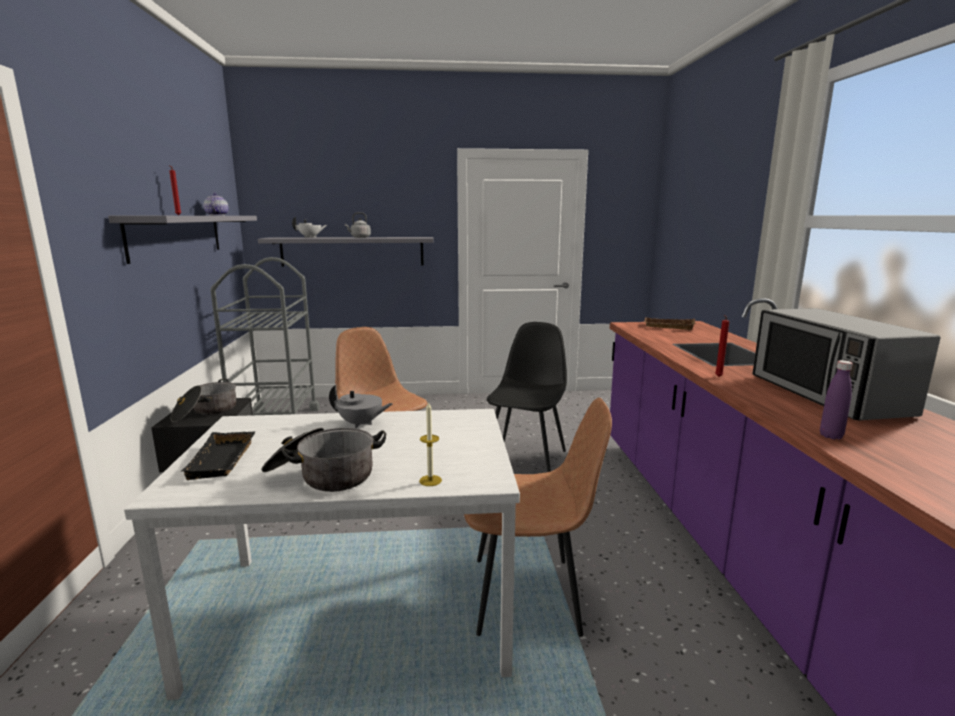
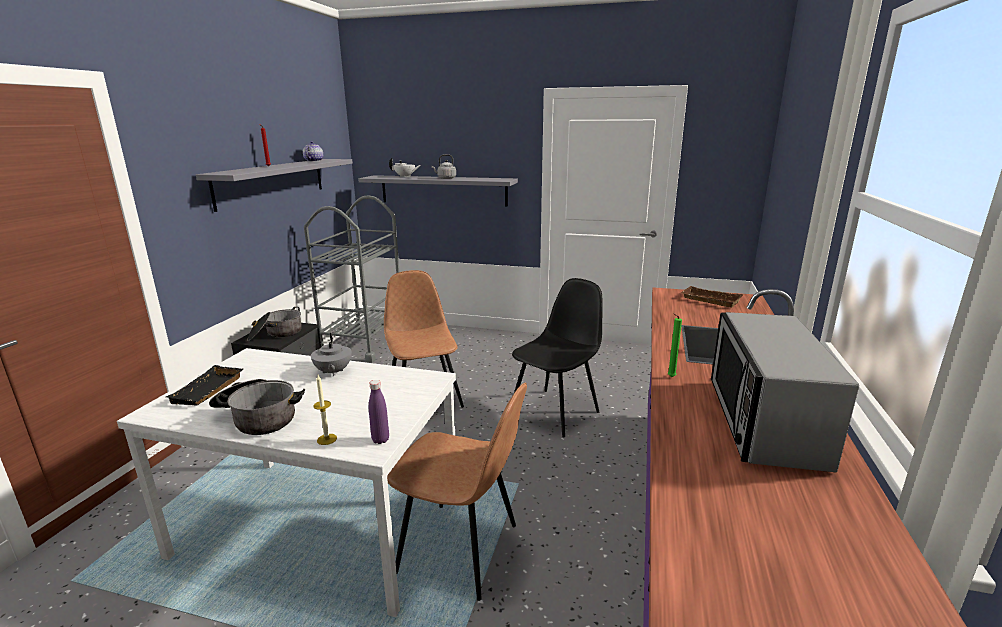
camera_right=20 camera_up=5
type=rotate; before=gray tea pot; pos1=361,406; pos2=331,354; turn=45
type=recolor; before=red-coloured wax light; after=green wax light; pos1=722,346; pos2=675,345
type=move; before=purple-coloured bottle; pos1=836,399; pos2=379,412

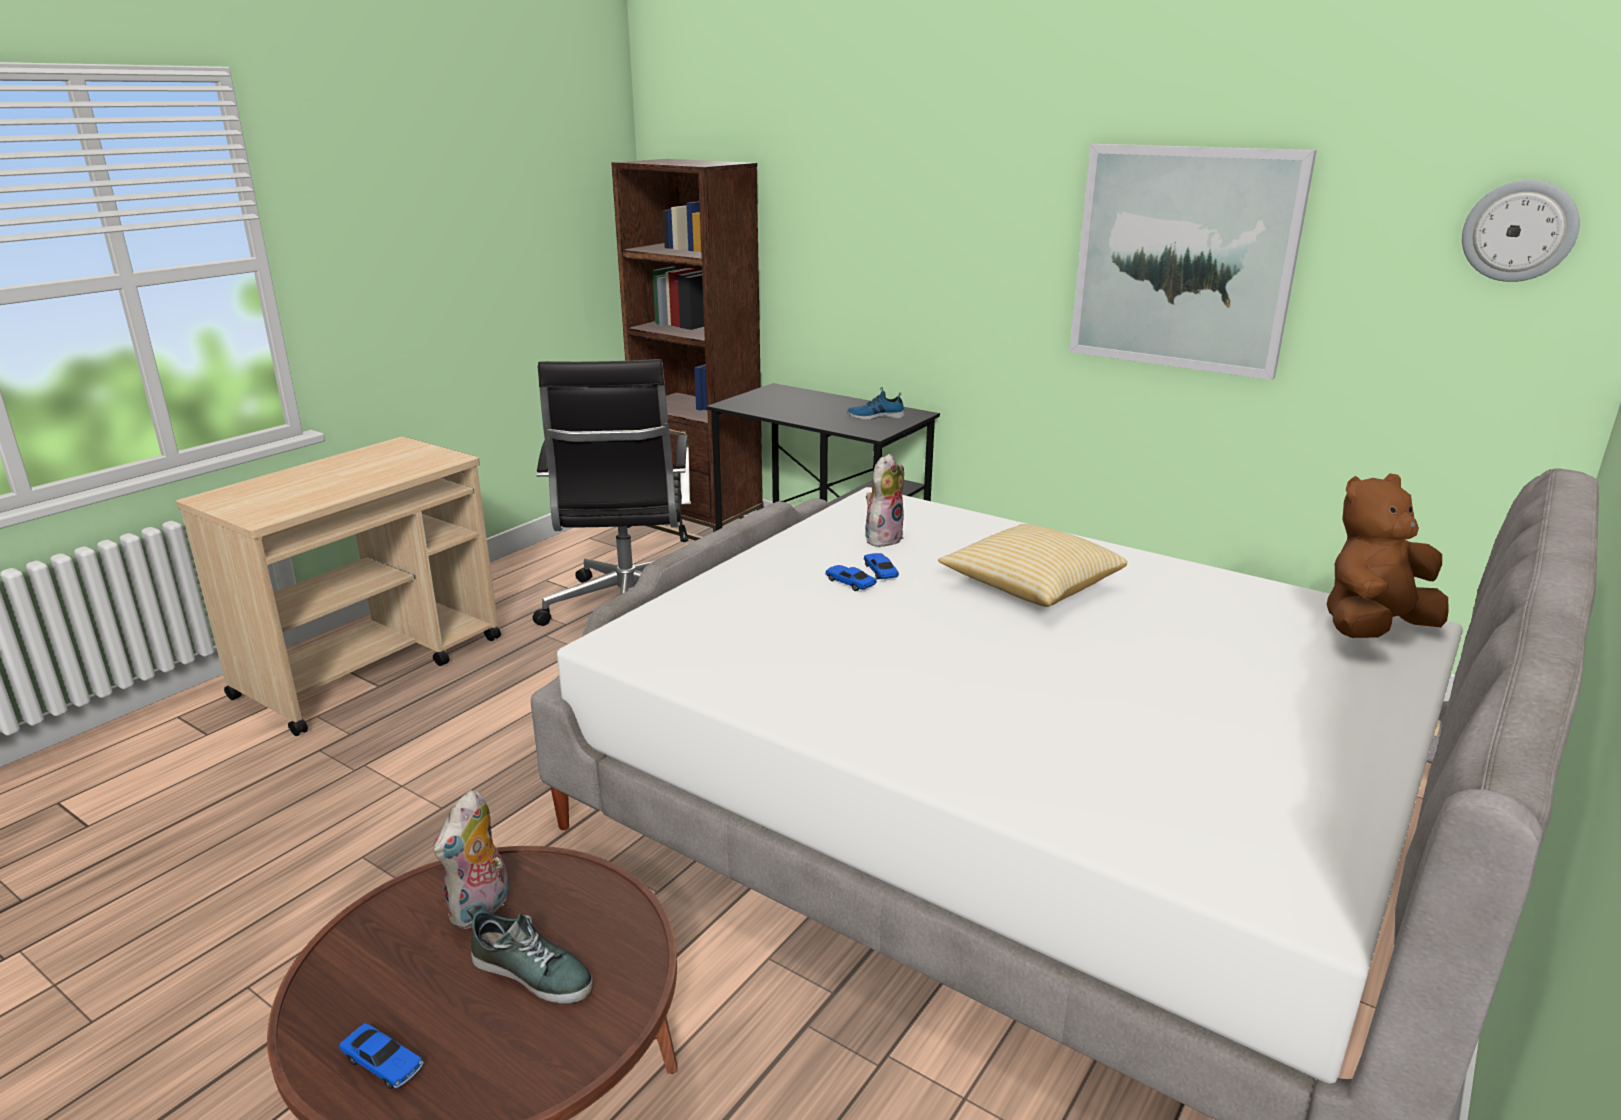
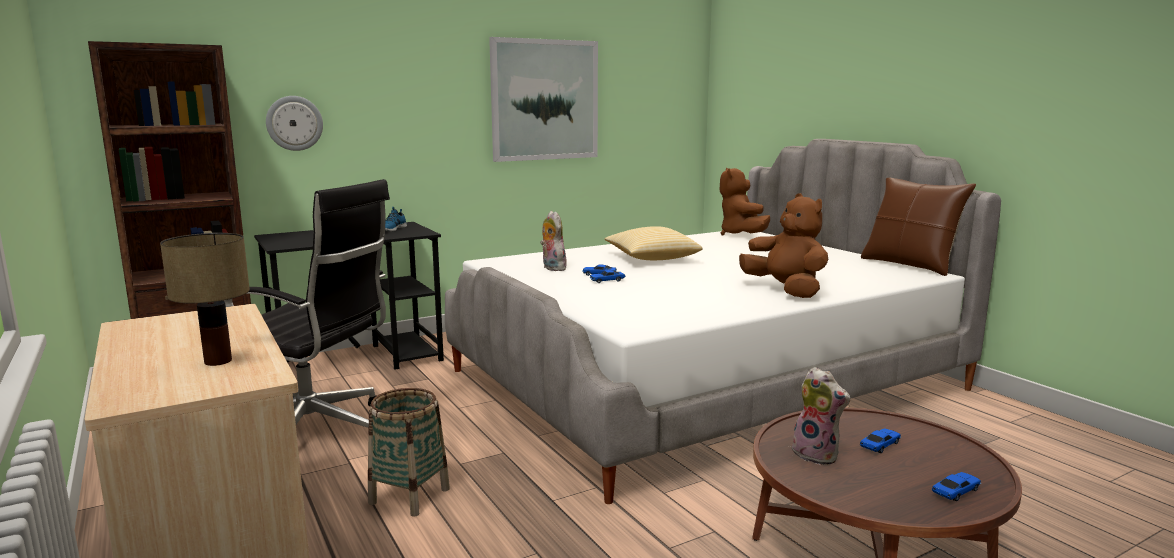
camera_right=-65 camera_up=-10
type=replace; before=item of footwear; after=miniature car; pos1=530,955; pos2=880,440
type=move; before=clock on the wall; pos1=1521,231; pos2=294,123
type=insert; after=tabletop lamp; pos2=205,299
type=insert; after=storage basket; pos2=409,452
type=insert; after=brownish plush toy; pos2=783,245
type=insert; after=brownish throw pillow; pos2=918,227

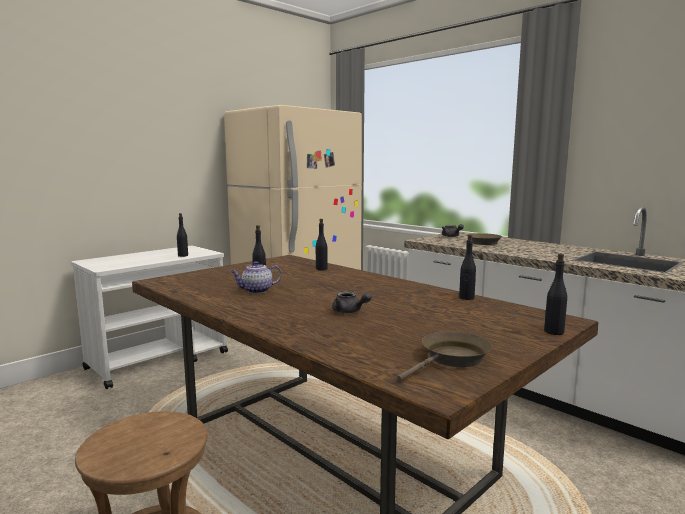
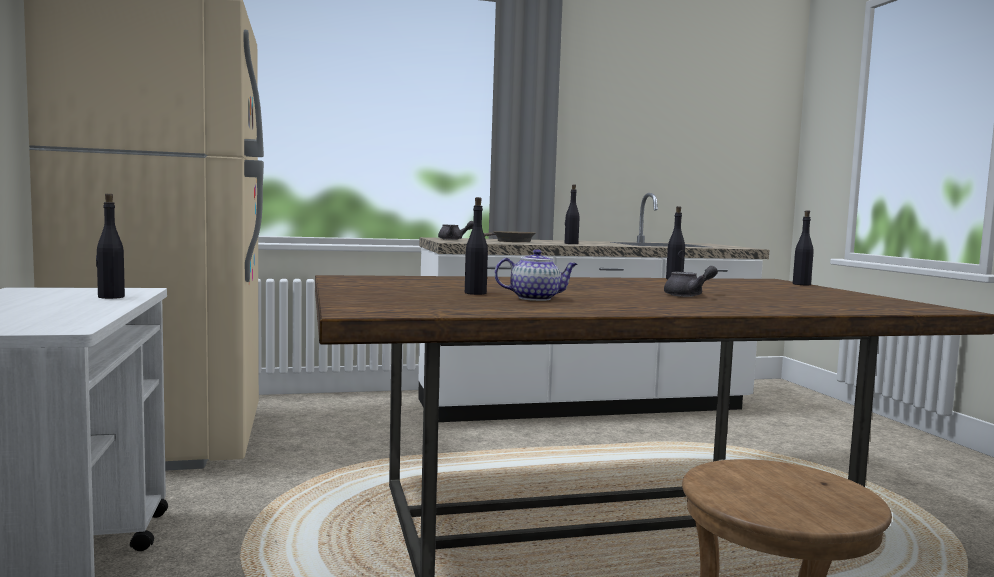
camera_right=-60 camera_up=-5
type=rotate; before=tea pot; pos1=256,277; pos2=535,275; turn=-105
type=move; before=black-coloured bottle; pos1=322,245; pos2=572,214
type=delete; before=brownish skillet; pos1=444,356

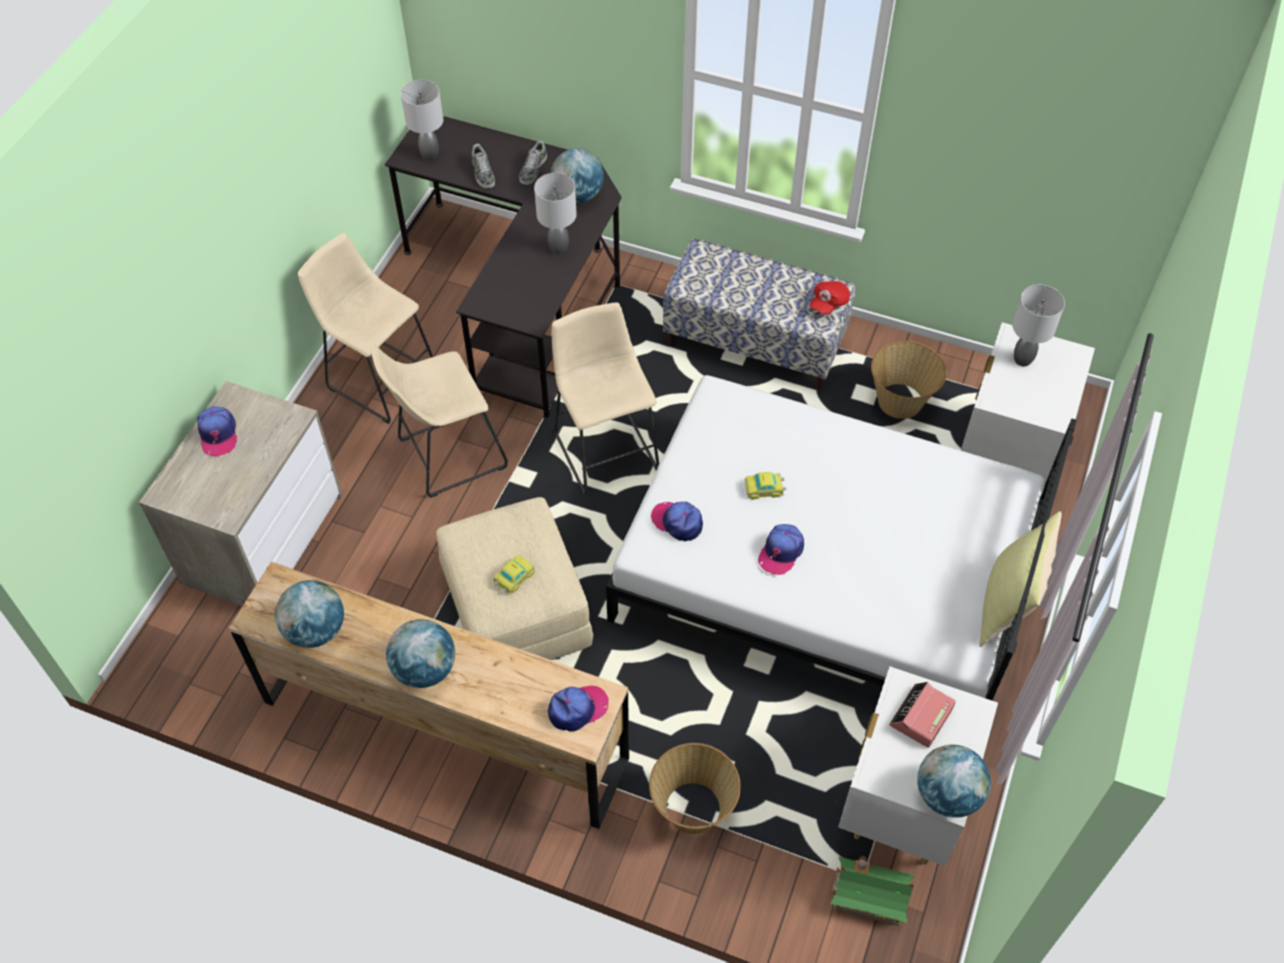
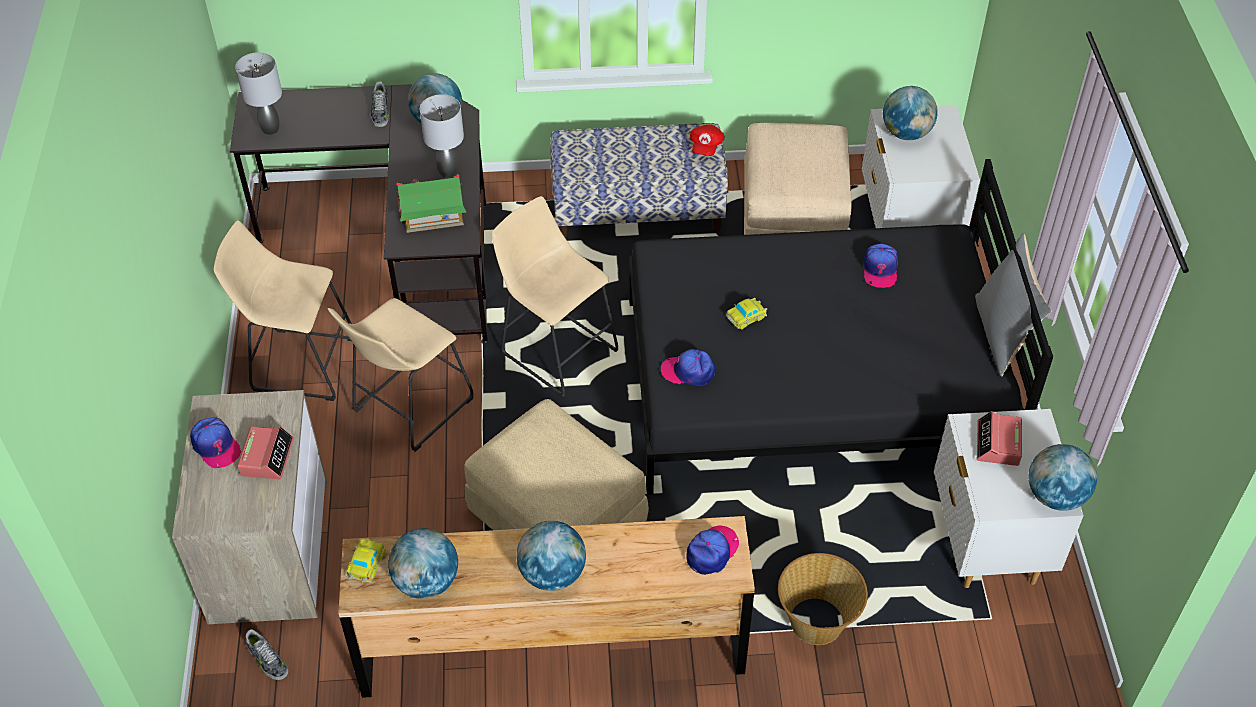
camera_right=-25 camera_up=-5
type=move; before=item of footwear; pos1=483,166; pos2=266,654
type=move; before=miniature car; pos1=514,575; pos2=366,561
type=recolor; before=whitish sleeping bed; after=black-coloured sleeping bed; pos1=841,538; pos2=841,327
type=move; before=baseball cap; pos1=781,549; pos2=880,265
type=move; before=model house; pos1=872,891; pos2=431,203
type=replace; before=storage basket; after=beige-coloured ottoman; pos1=909,380; pos2=797,179
type=recolor; before=yellow-coloured throw pillow; after=gray throw pillow; pos1=1020,579; pos2=1013,304
type=replace; before=gray tabletop lamp; after=world globe; pos1=1039,325; pos2=910,113
type=insert; after=alarm clock; pos2=265,452

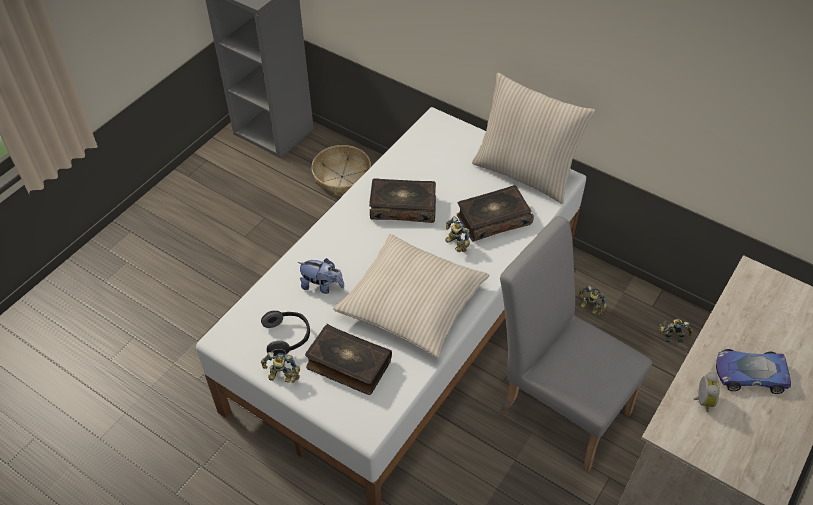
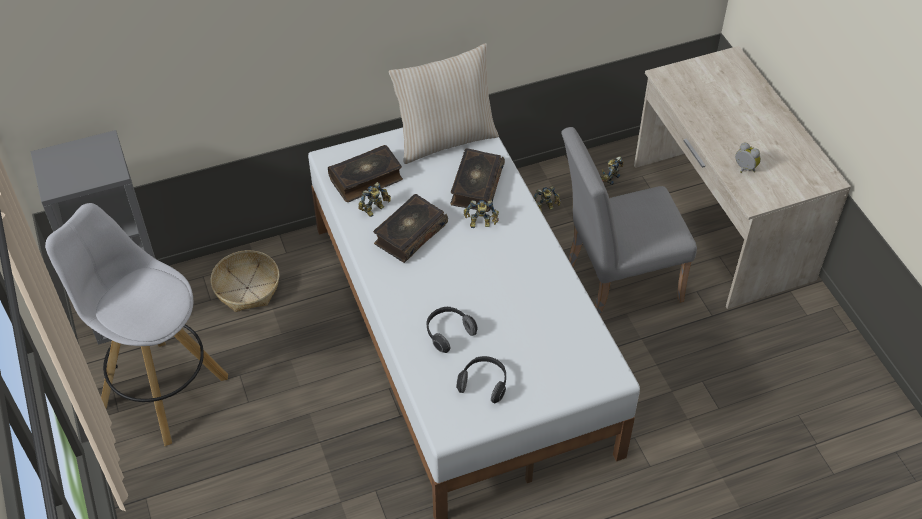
camera_right=-55 camera_up=0
type=move; before=model robot; pos1=280,367; pos2=374,199
type=replace; before=plush toy; after=headphones; pos1=320,276; pos2=452,330
type=move; before=book; pos1=348,359; pos2=365,173
type=delete; before=beige-coloured throw pillow; pos1=411,296
type=delete; before=miniature car; pos1=753,371
type=insert; after=whitish stool seat; pos2=136,324

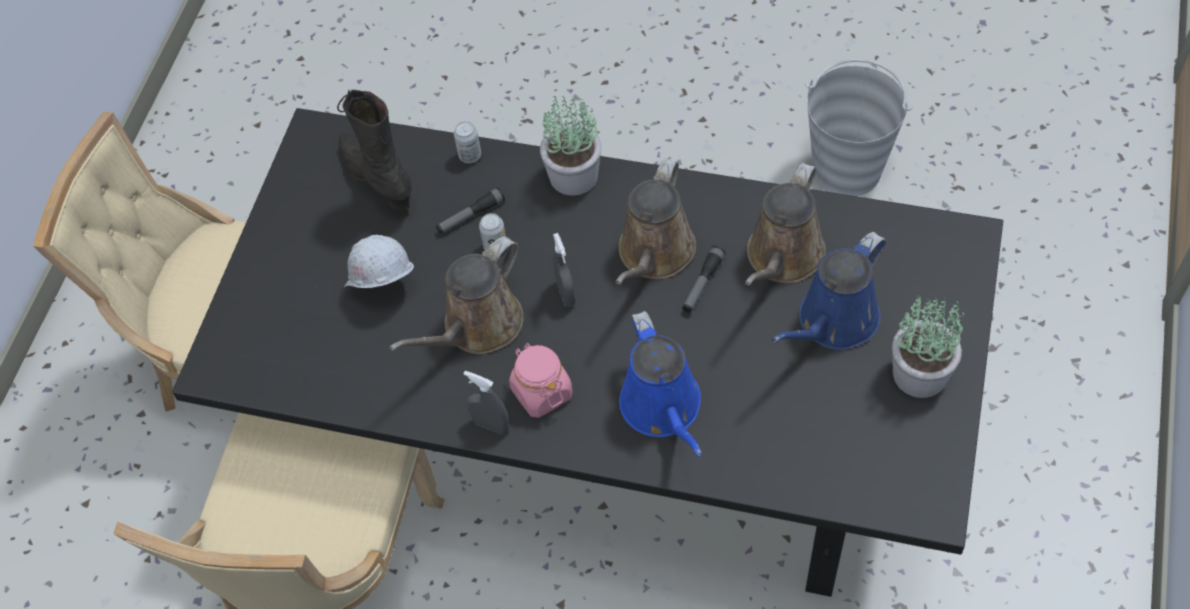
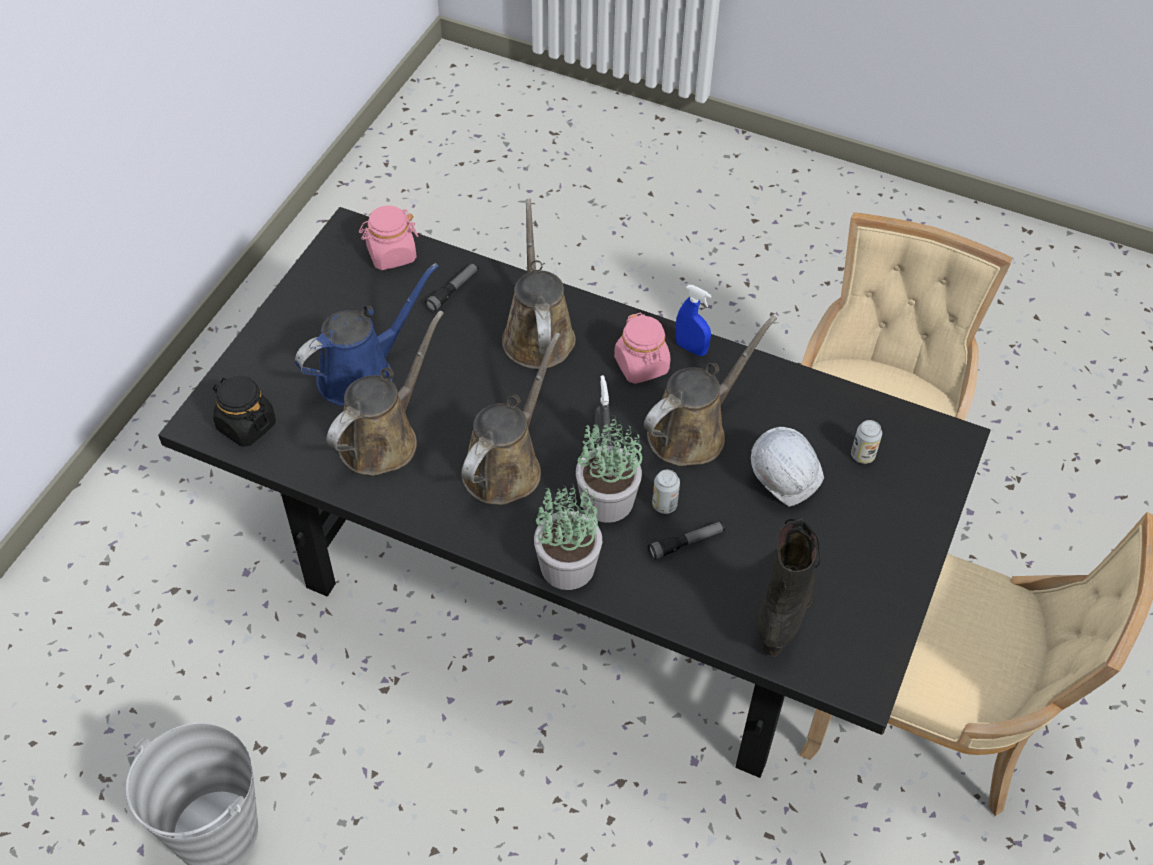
camera_right=-175 camera_up=-5
type=rotate; before=black-coloured boot; pos1=374,151; pos2=788,587; turn=-135
type=move; before=sealed can; pos1=467,142; pos2=866,442
type=recolor; before=gray hand sprayer; after=bluish hand sprayer; pos1=486,402; pos2=693,320
type=recolor; before=bluish sprinkling can; after=brownish sprinkling can; pos1=660,384; pos2=539,284
type=move; before=flashlight; pos1=704,279; pos2=451,287
type=move; before=houseplant; pos1=928,347; pos2=609,469
type=insert; after=black-coloured preserve jar; pos2=244,411
type=insert; after=pink preserve jar; pos2=388,237

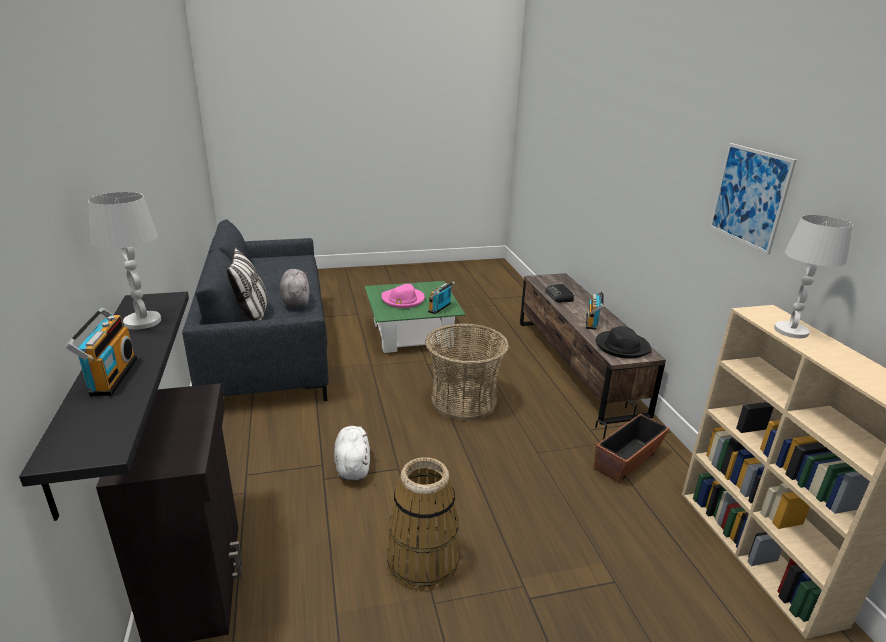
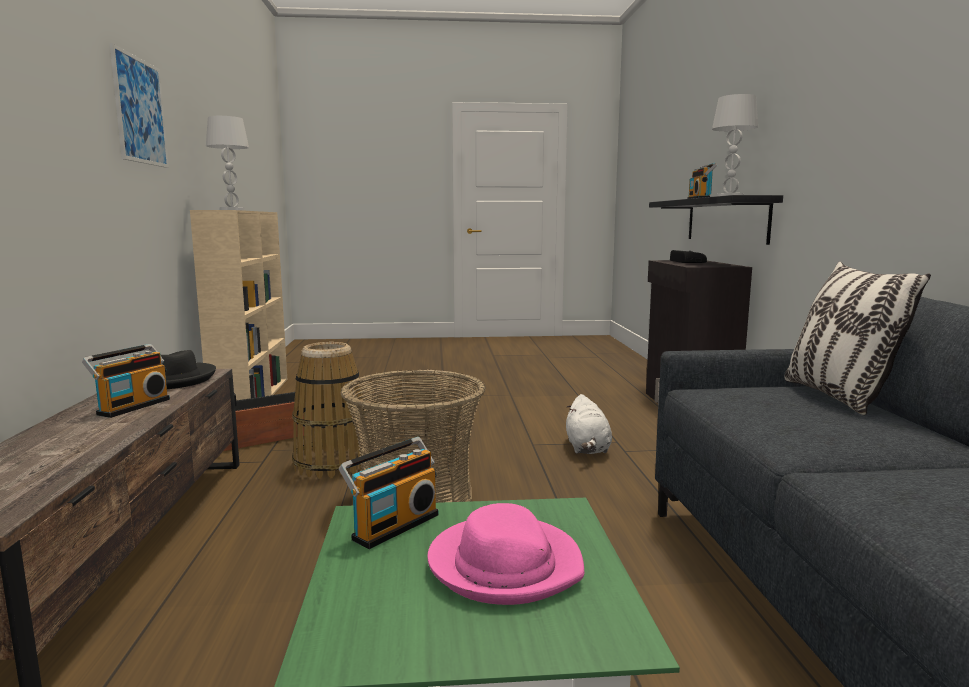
camera_right=-170 camera_up=-15
type=delete; before=gray plush toy; pos1=295,288
type=move; before=storage basket; pos1=423,524; pos2=331,410
type=move; before=radio; pos1=560,293; pos2=688,256

